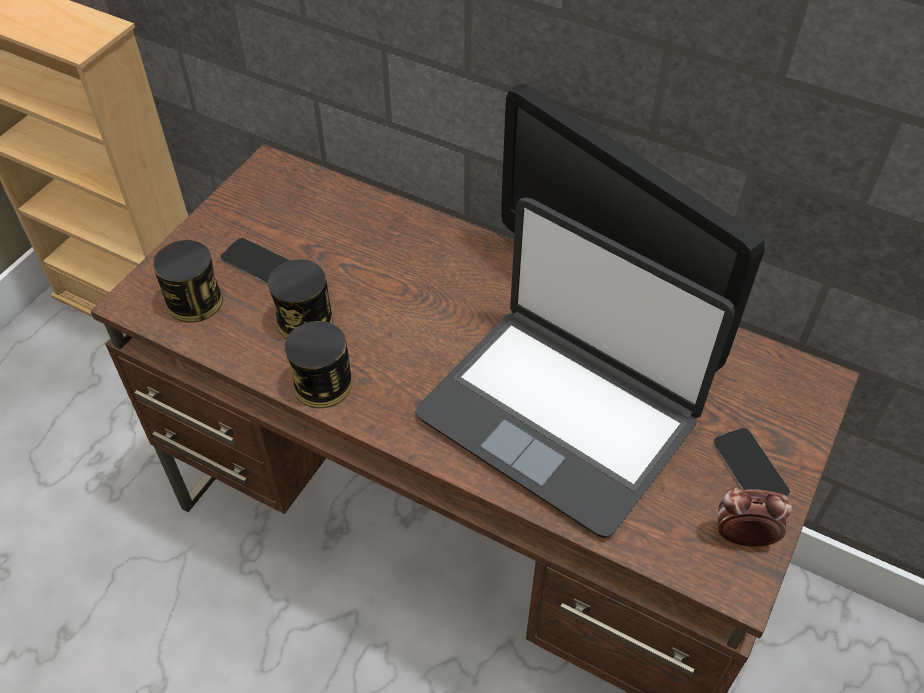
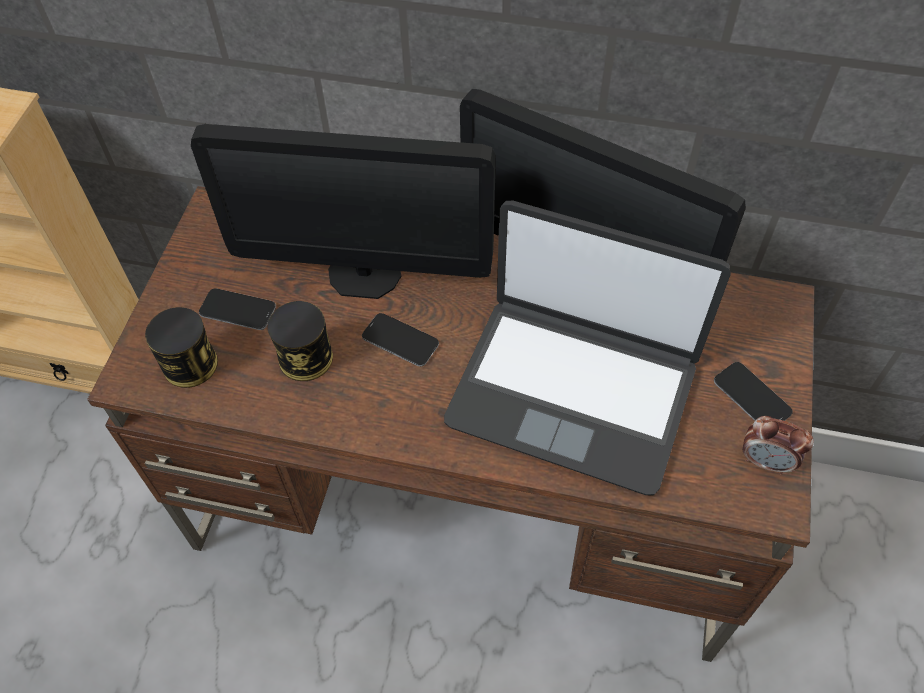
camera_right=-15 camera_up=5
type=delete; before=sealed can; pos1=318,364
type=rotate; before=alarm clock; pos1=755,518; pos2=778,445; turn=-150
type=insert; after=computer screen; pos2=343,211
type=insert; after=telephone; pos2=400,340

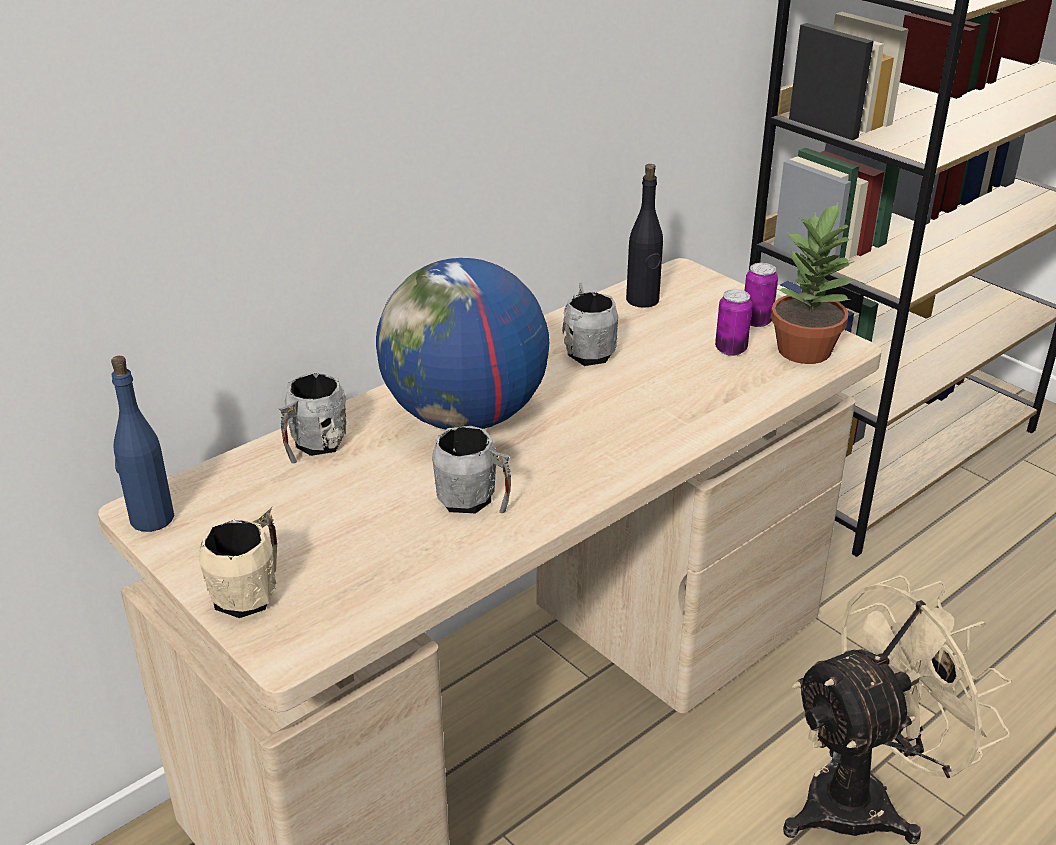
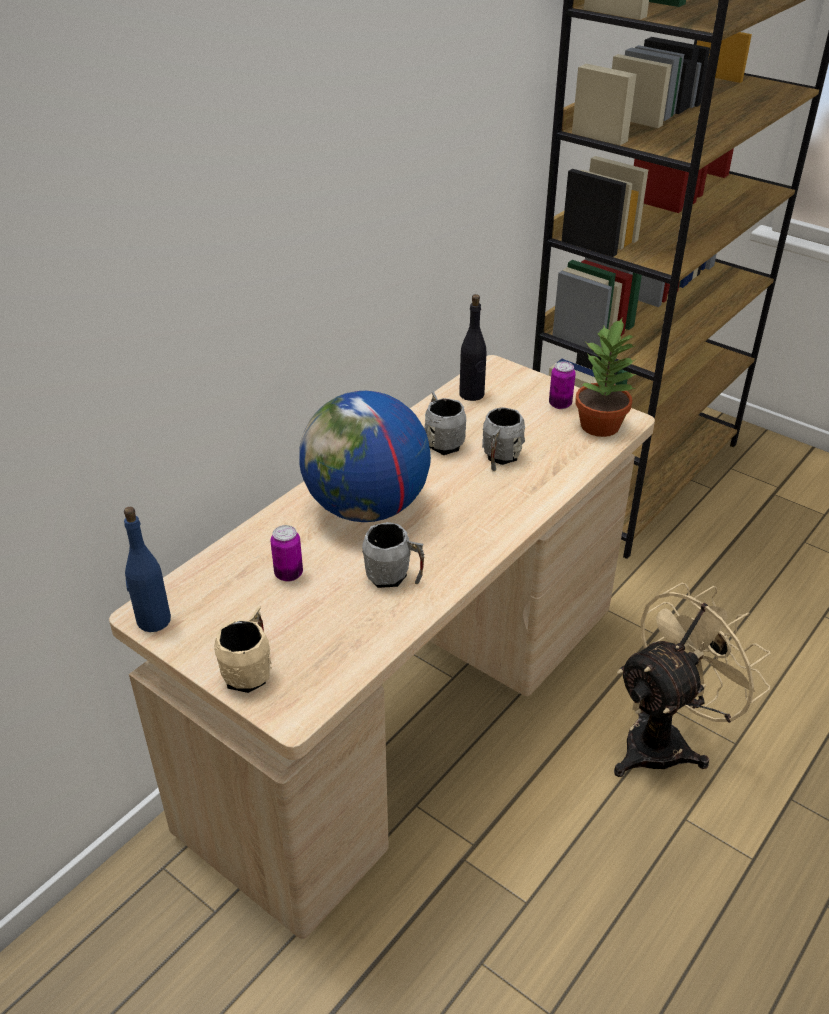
camera_right=-10 camera_up=5
type=move; before=gray coffee mug; pos1=312,418; pos2=503,439
type=move; before=sealed can; pos1=733,322; pos2=286,553

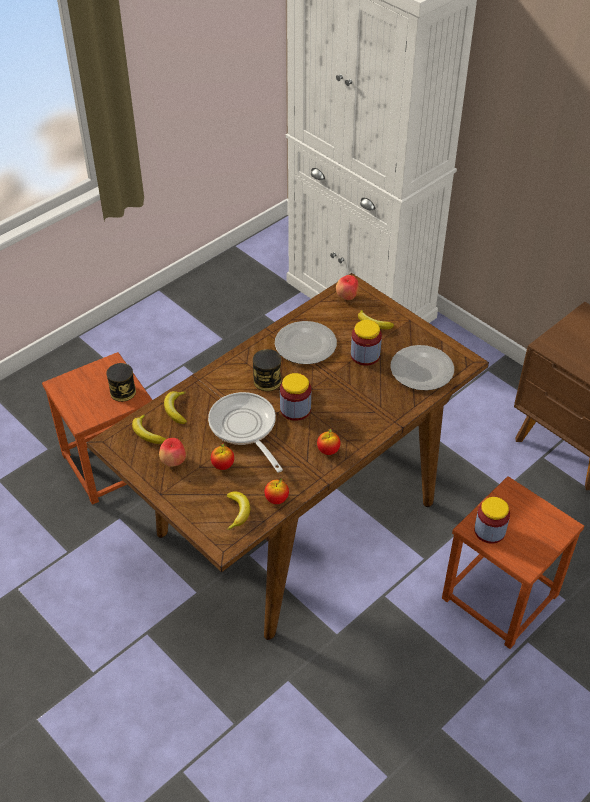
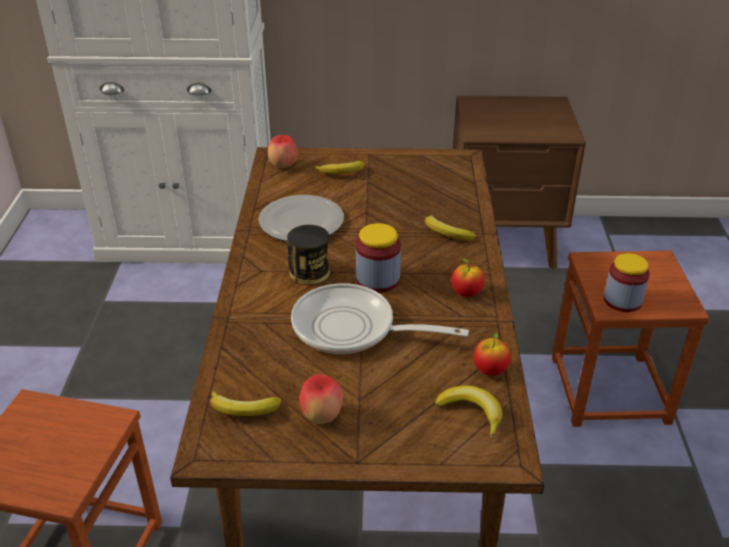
camera_right=-45 camera_up=-10
type=delete; before=sealed can; pos1=121,382
type=move; before=banana; pos1=175,407; pos2=450,227
type=delete; before=apple; pos1=222,456
type=delete; before=preserve jar; pos1=366,343
type=delete; before=plate; pos1=422,368

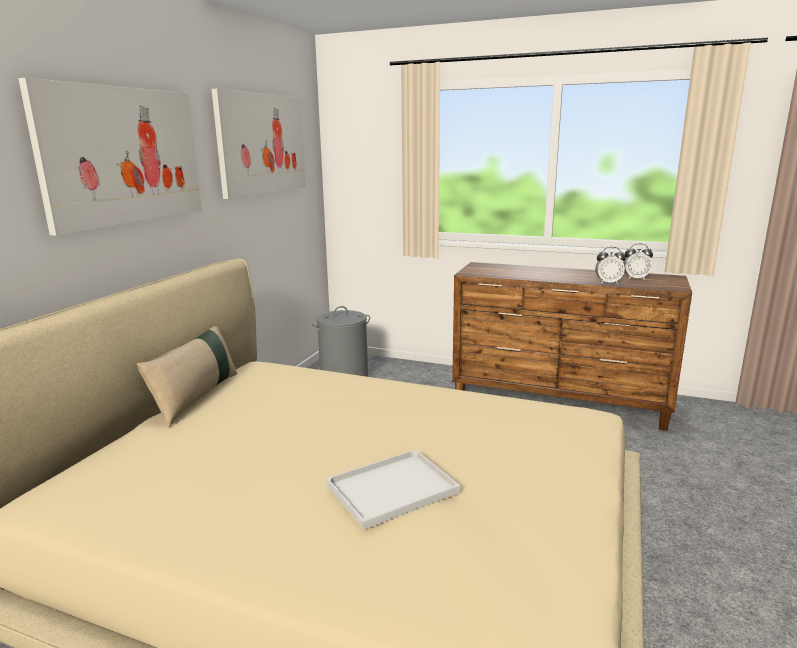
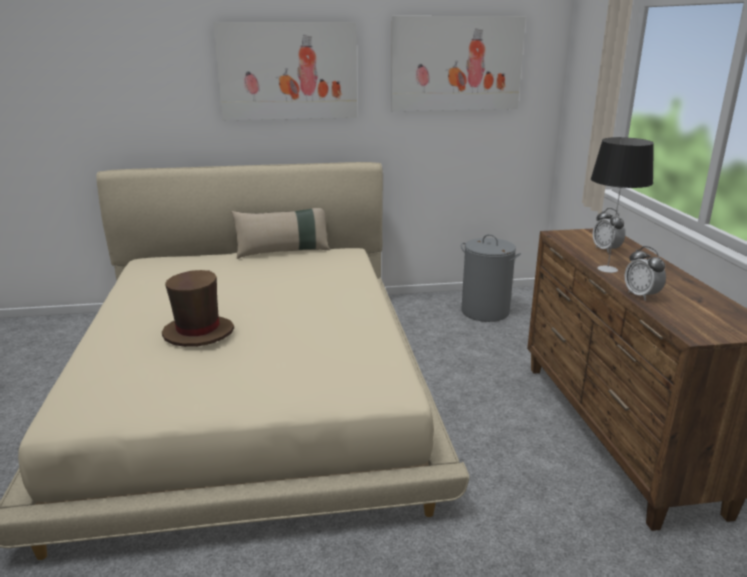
camera_right=60 camera_up=5
type=replace; before=whitish tray; after=brownish clothing hat; pos1=393,489; pos2=198,308
type=move; before=alarm clock; pos1=638,261; pos2=609,230
type=insert; after=tabletop lamp; pos2=622,205

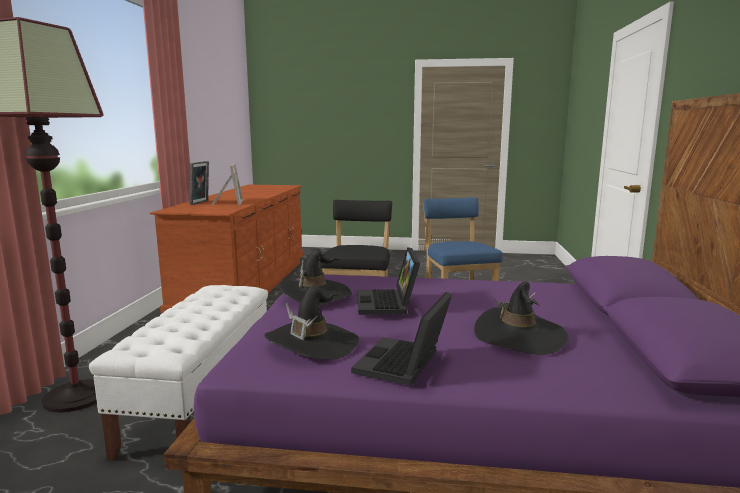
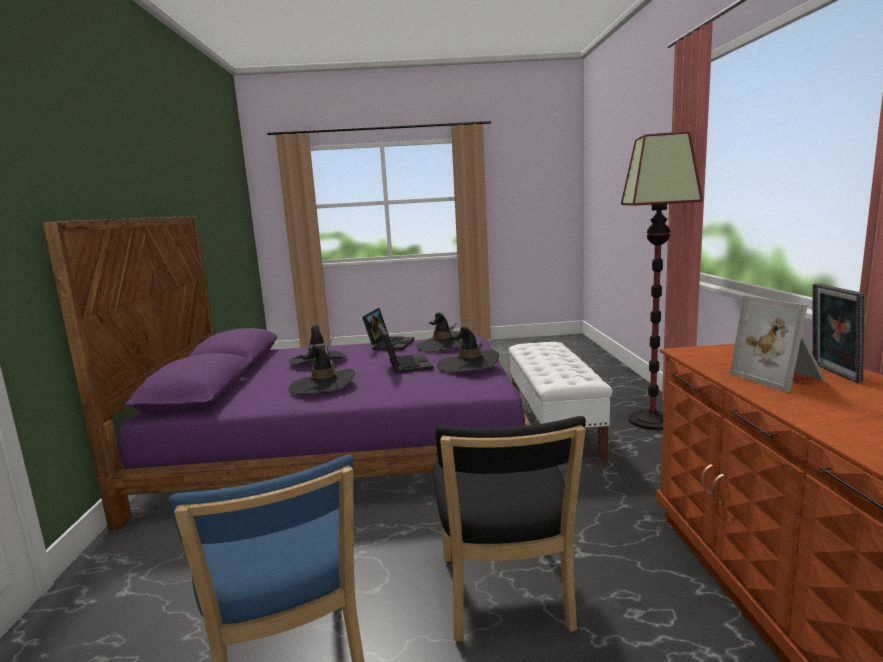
camera_right=170 camera_up=0
type=insert; after=black-coloured clothing hat; pos2=321,370

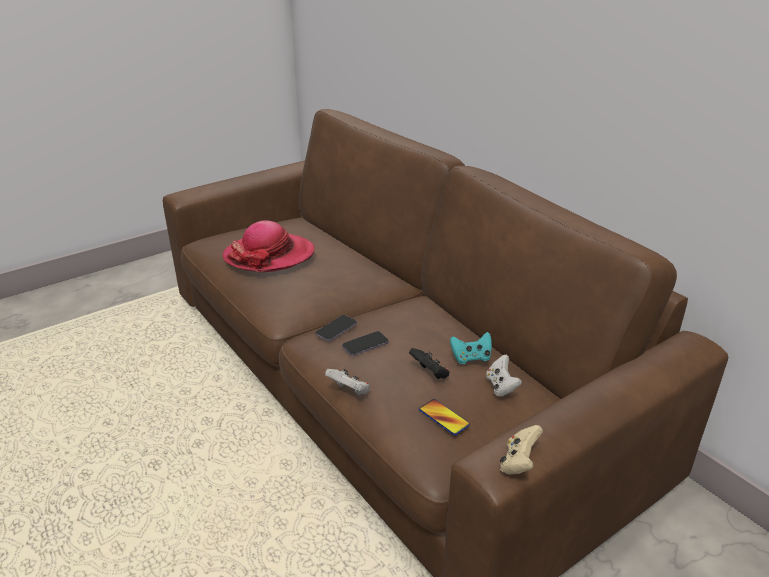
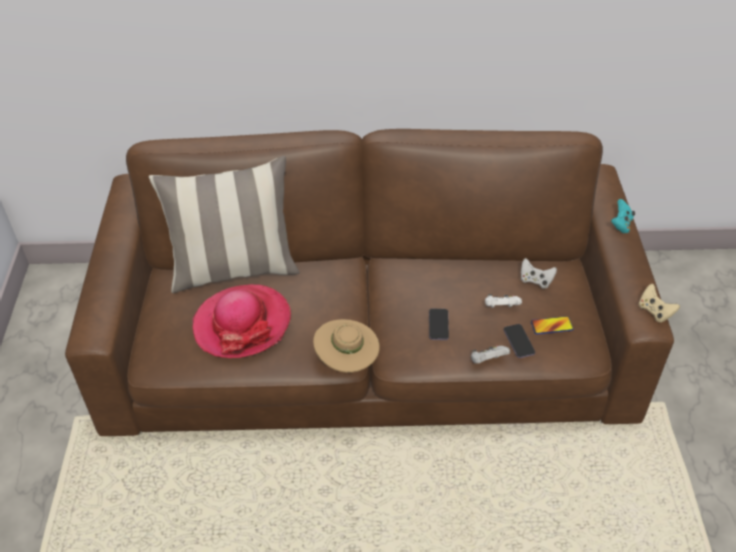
camera_right=-55 camera_up=15
type=move; before=telephone; pos1=336,328; pos2=519,341
type=recolor; before=black-coloured gamepad; after=whitish gamepad; pos1=429,363; pos2=503,301
type=move; before=turquoise-coloured gamepad; pos1=471,348; pos2=623,216
type=insert; after=throw pillow; pos2=224,224
type=insert; after=beige-coloured clothing hat; pos2=346,346

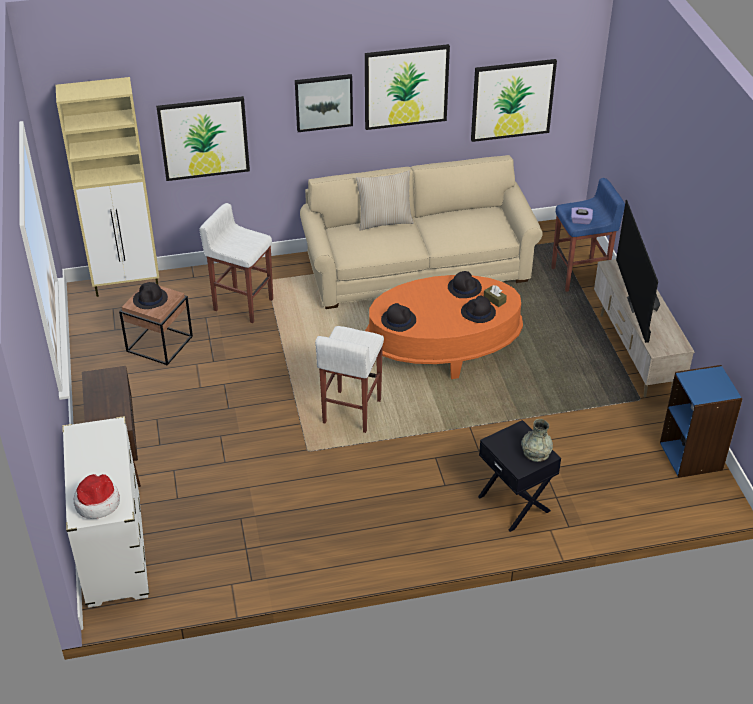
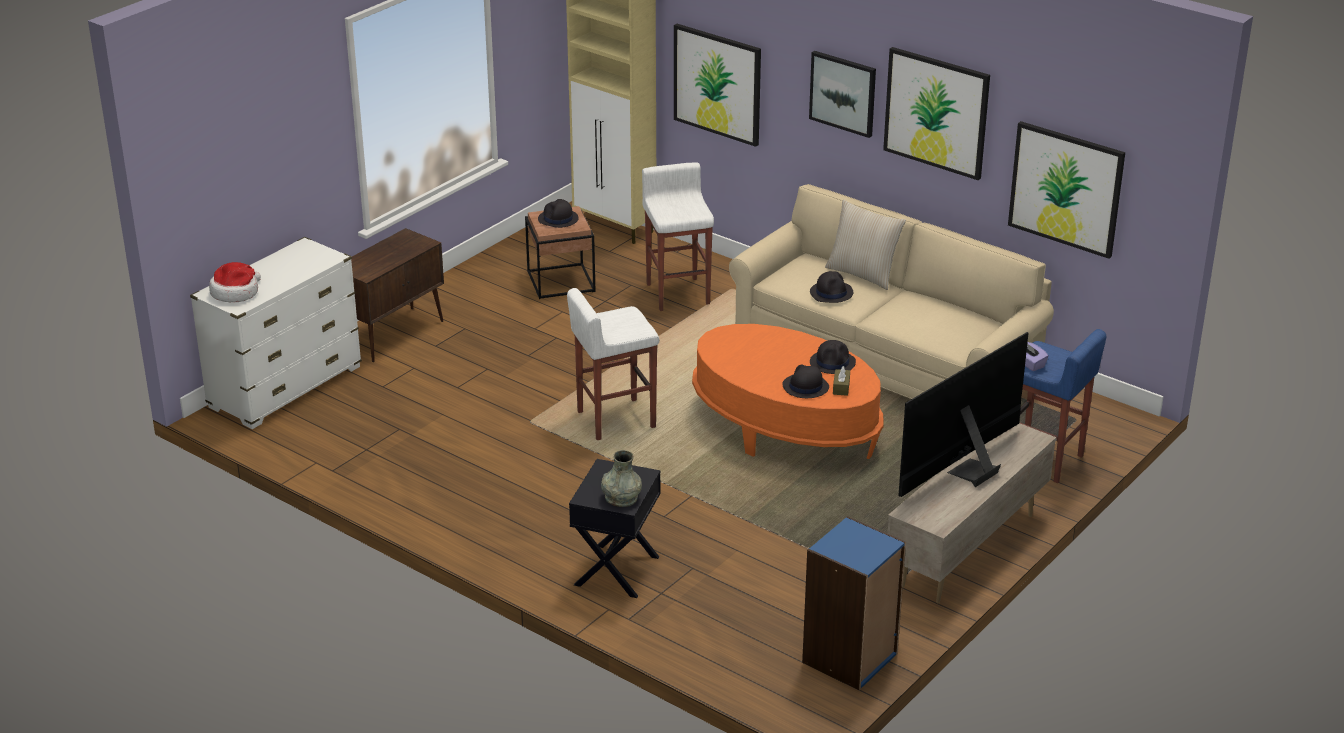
camera_right=50 camera_up=-10
type=move; before=black-coloured clothing hat; pos1=398,317; pos2=831,287

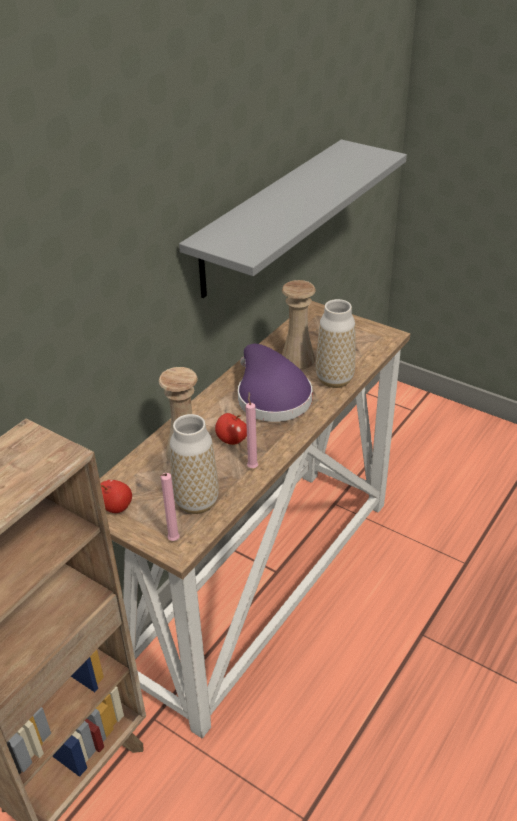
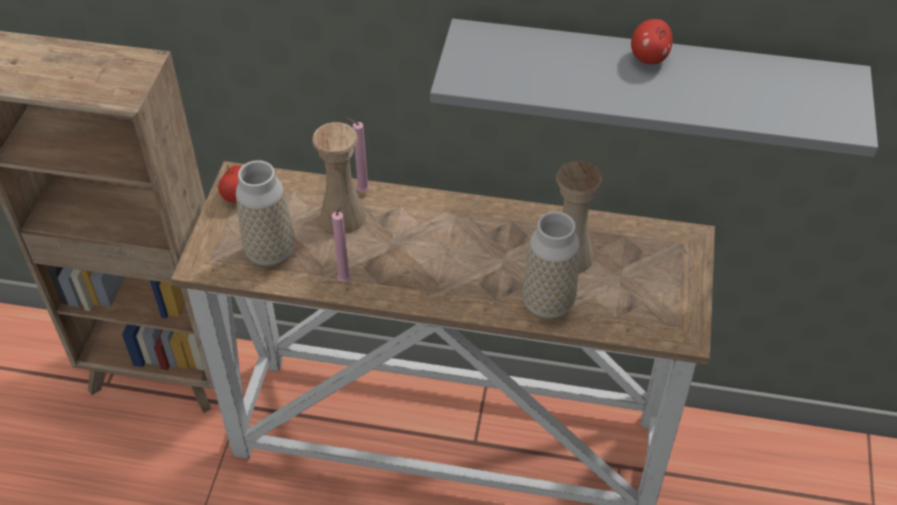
camera_right=65 camera_up=10
type=move; before=pink wax light; pos1=170,507; pos2=357,155
type=move; before=apple; pos1=231,429; pos2=652,41
type=delete; before=purple-coloured clothing hat; pos1=275,383

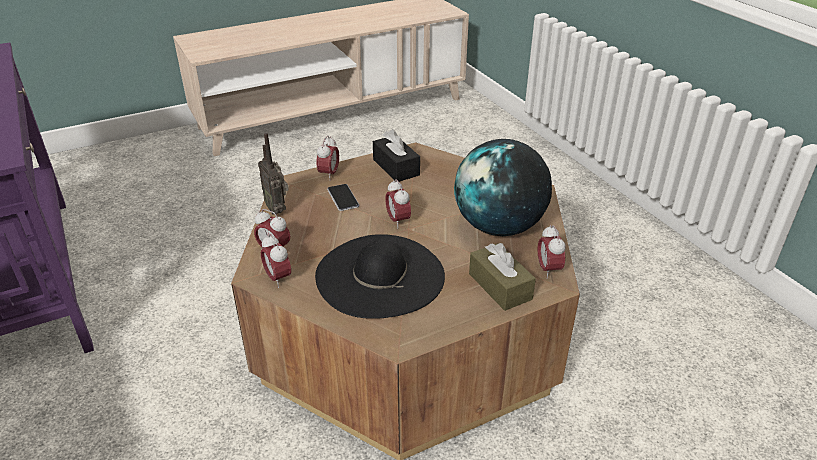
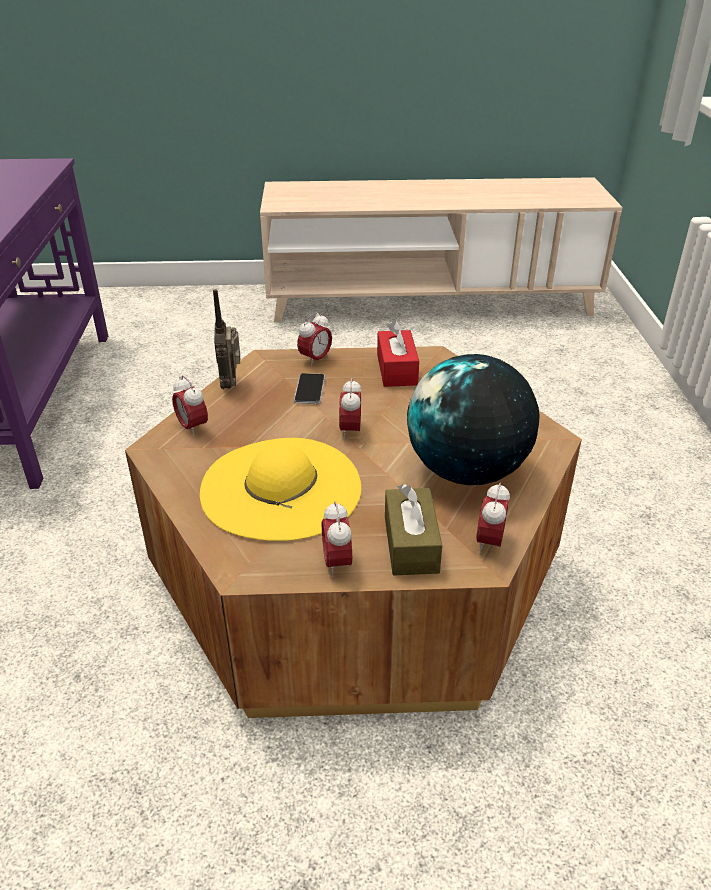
camera_right=25 camera_up=0
type=move; before=alarm clock; pos1=276,261; pos2=337,539
type=recolor; before=black-coloured clothing hat; after=yellow-coloured clothing hat; pos1=380,276; pos2=280,489
type=recolor; before=black-coloured tissue box; after=red-coloured tissue box; pos1=396,155; pos2=398,353

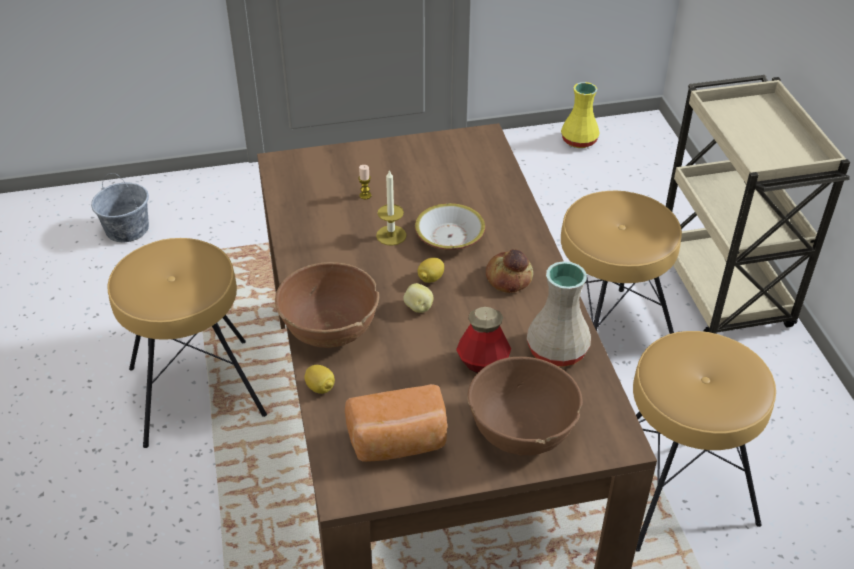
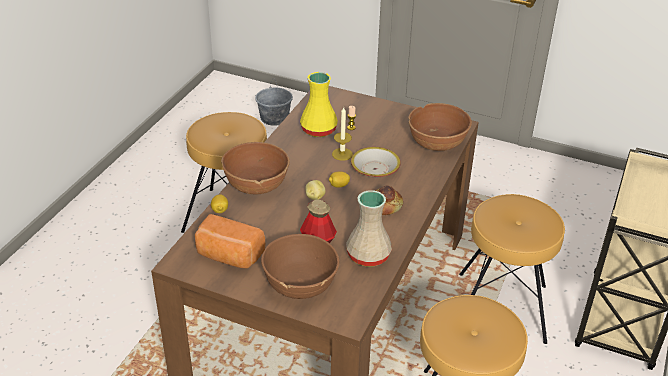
camera_right=35 camera_up=-5
type=move; before=yellow-coloured flower vase; pos1=580,115; pos2=319,104
type=insert; after=brownish bowl; pos2=440,127

